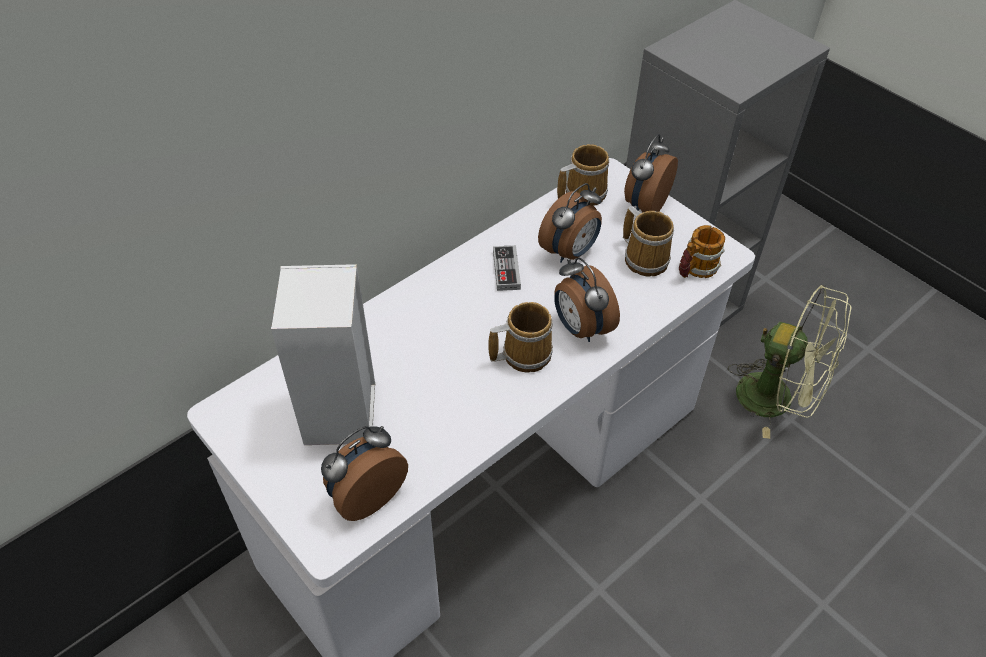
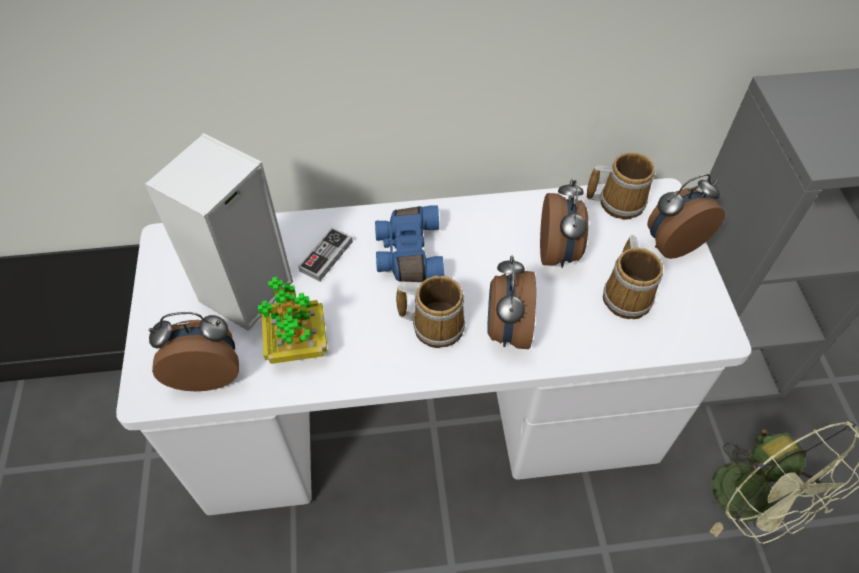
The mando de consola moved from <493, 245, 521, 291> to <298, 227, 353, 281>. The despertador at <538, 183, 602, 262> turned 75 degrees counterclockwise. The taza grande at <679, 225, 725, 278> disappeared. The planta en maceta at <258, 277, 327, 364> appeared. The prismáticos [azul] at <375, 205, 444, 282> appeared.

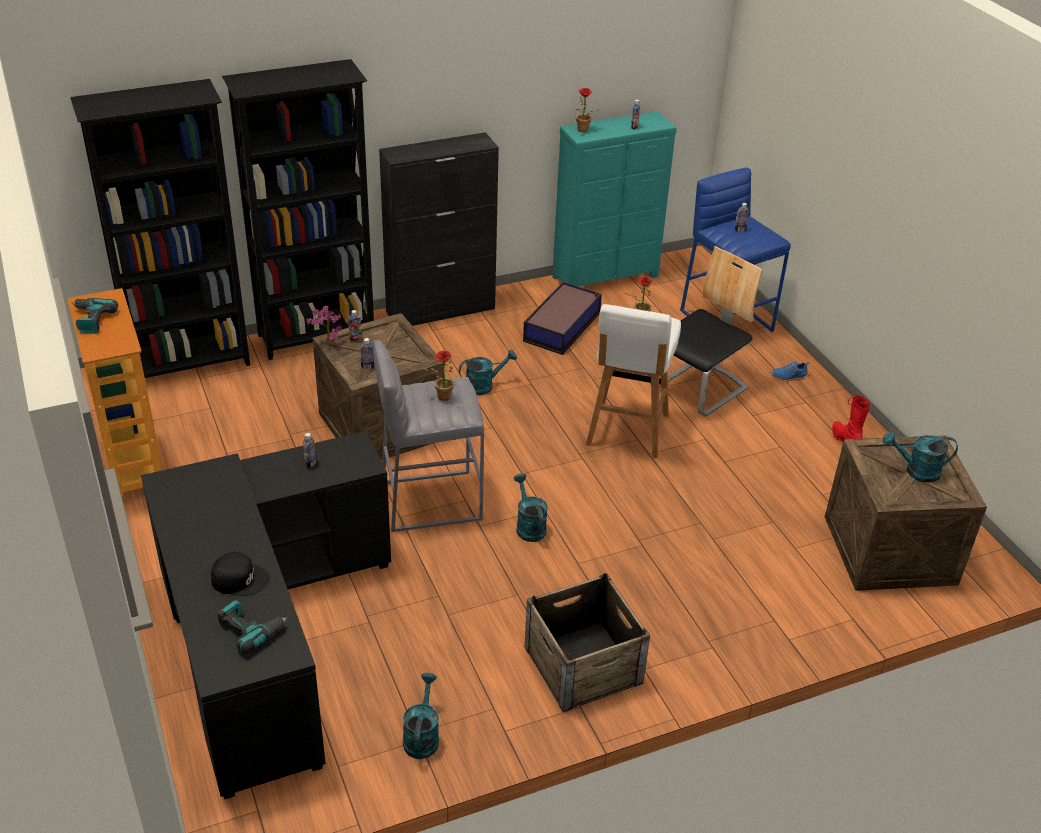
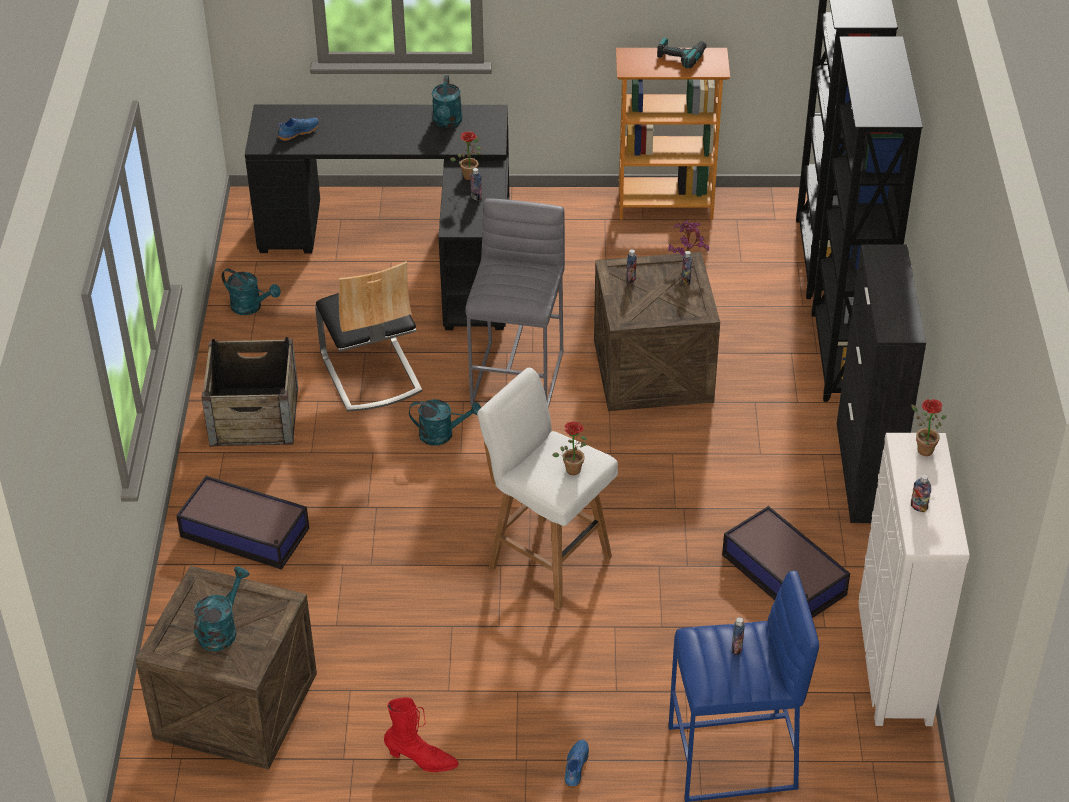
The gorra [negro] at <211, 552, 269, 596> disappeared. The taladro at <218, 600, 287, 654> was replaced by the zapato [azul] at <278, 118, 319, 141>. The planta en maceta moved from <422, 351, 457, 401> to <450, 132, 482, 180>. The regadera [turquesa] moved from <459, 350, 517, 395> to <432, 75, 462, 128>. The cómoda [turquesa] at <552, 111, 677, 287> became the cómoda [blanco] at <858, 433, 970, 726>. The silla moved from <650, 246, 763, 417> to <315, 262, 422, 412>. The caja de almacenaje at <176, 476, 309, 569> appeared.

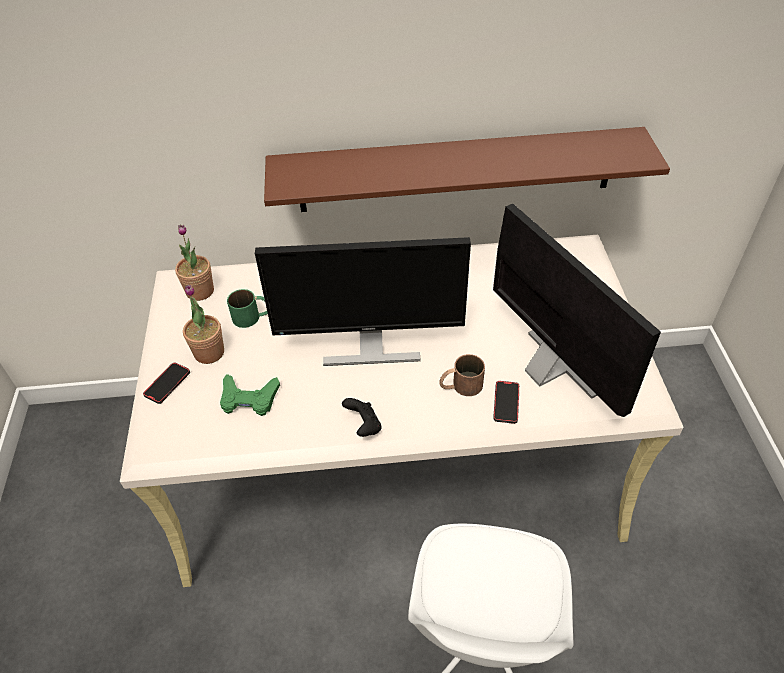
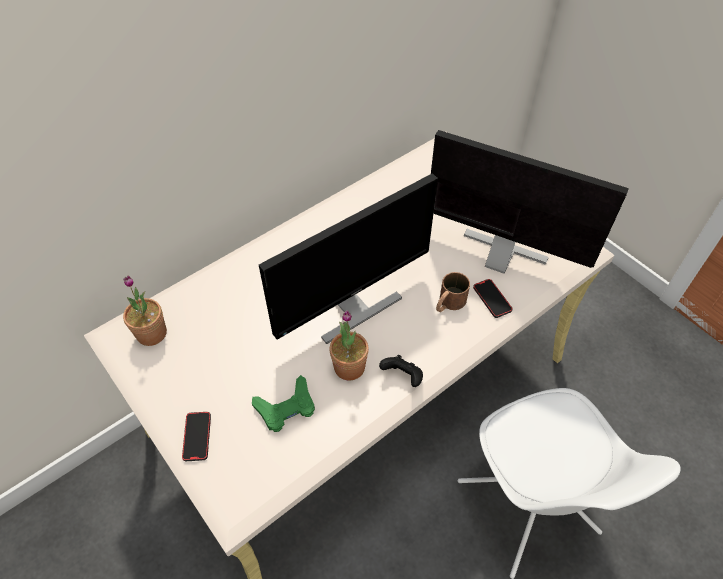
The planta en maceta moved from <183, 285, 224, 364> to <329, 310, 369, 381>. The taza grande [verde] at <227, 289, 268, 328> disappeared. The estante [marrón] at <264, 127, 670, 212> disappeared.

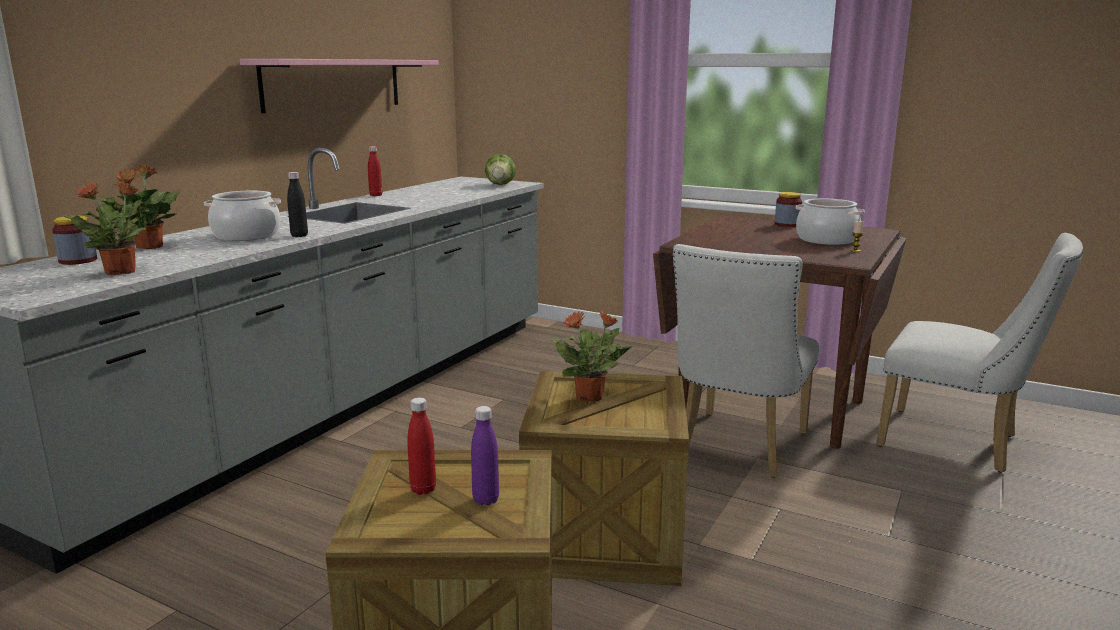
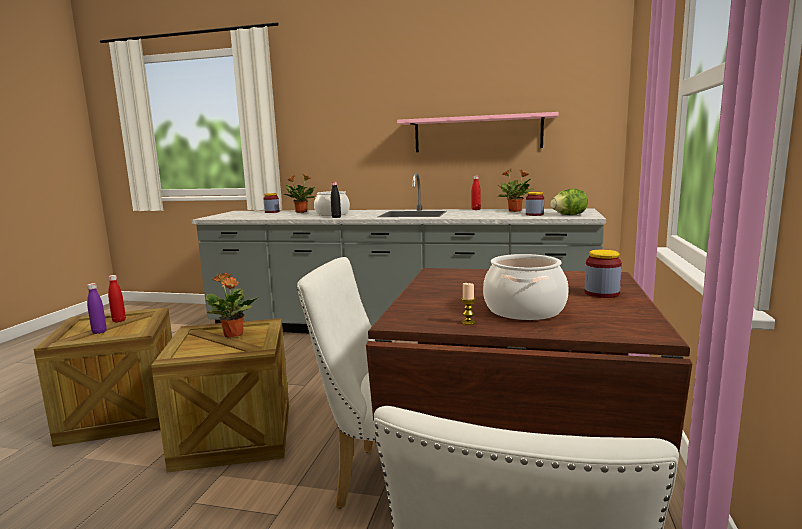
The planta en maceta moved from <63, 181, 158, 275> to <498, 169, 534, 212>. The tarro at <526, 192, 544, 216> appeared.

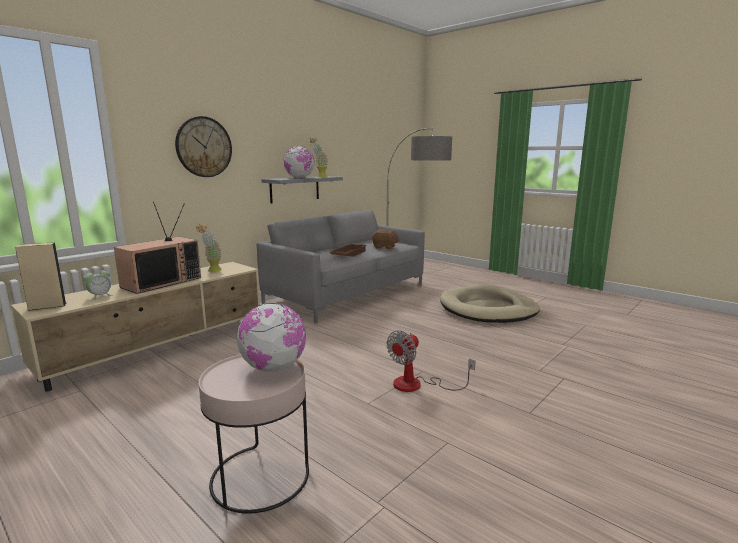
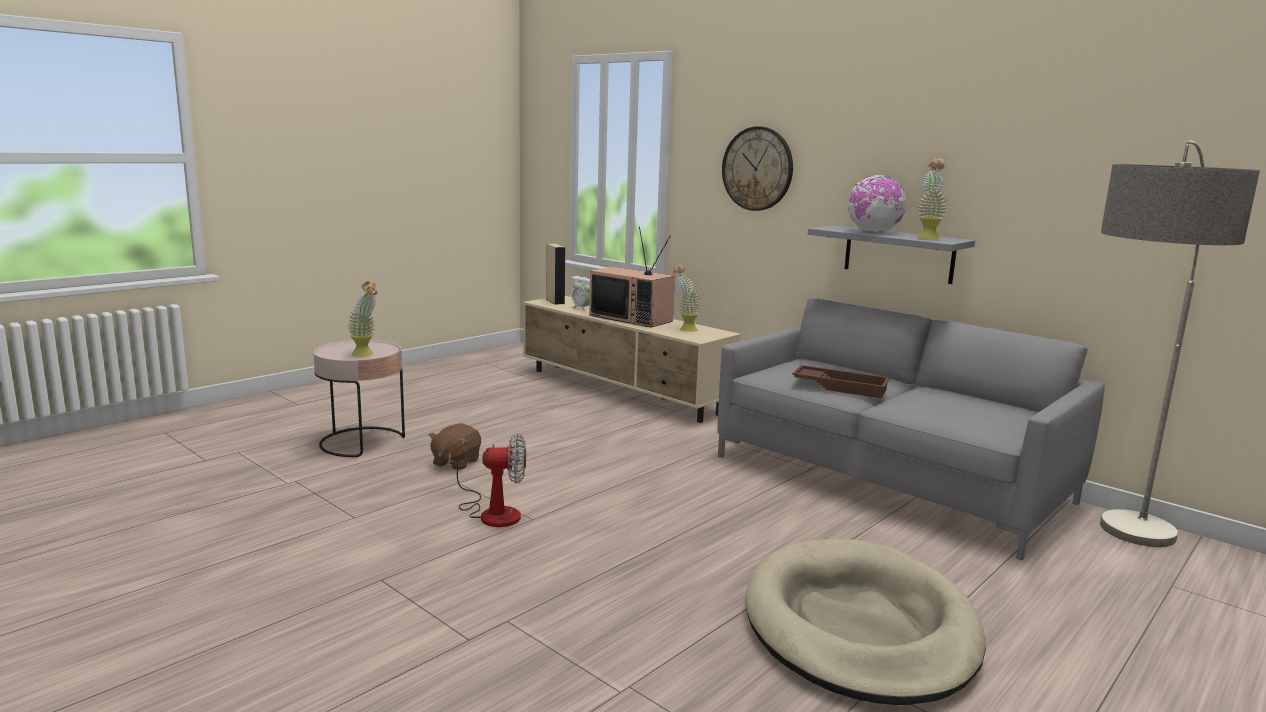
The globo terráqueo at <236, 303, 306, 372> was replaced by the planta en maceta at <347, 281, 377, 357>. The peluche [marrón] moved from <372, 229, 399, 249> to <429, 424, 481, 470>. The ventilador at <387, 330, 475, 392> turned 135 degrees clockwise.

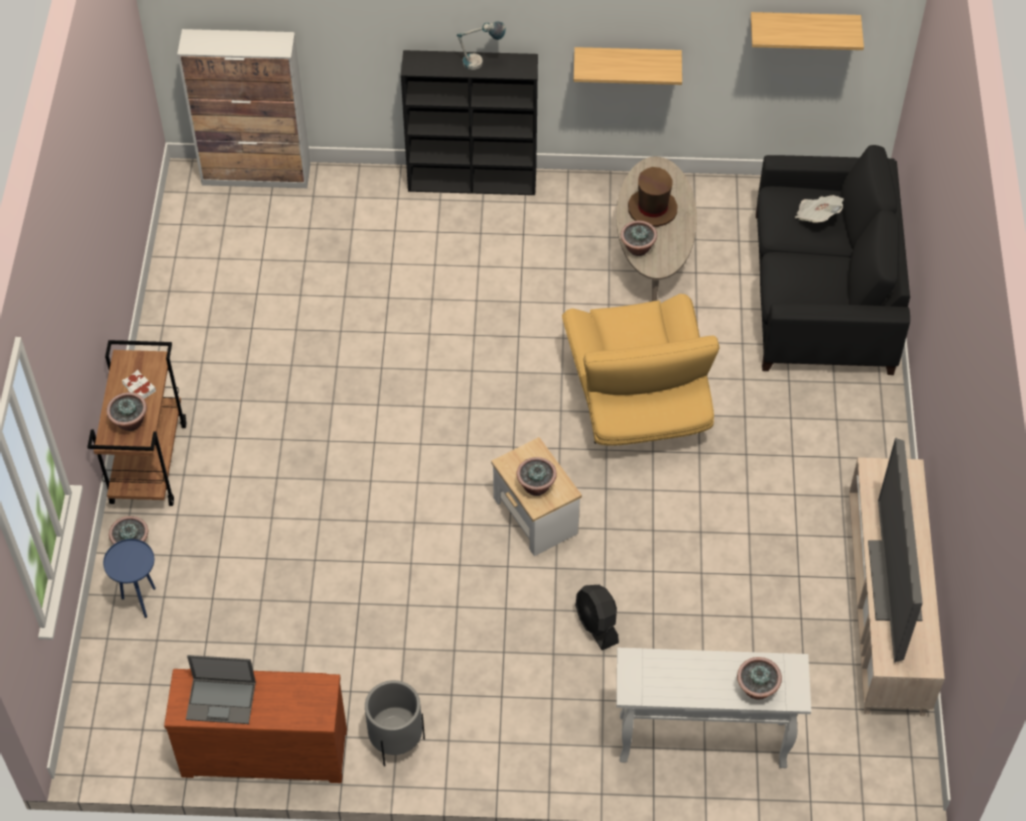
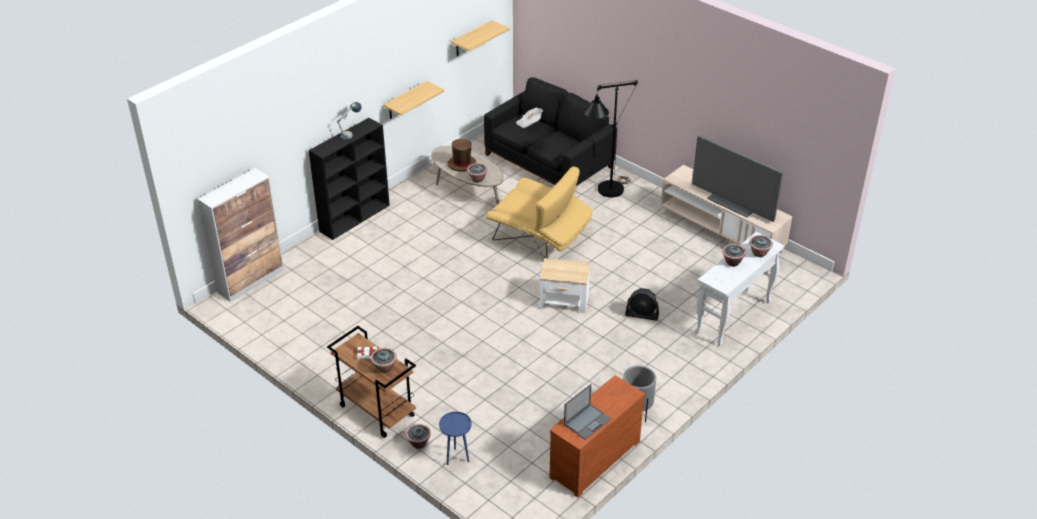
The planta en maceta moved from <517, 457, 557, 496> to <722, 244, 746, 267>. The lámpara de pie [negro] at <583, 80, 638, 197> appeared.

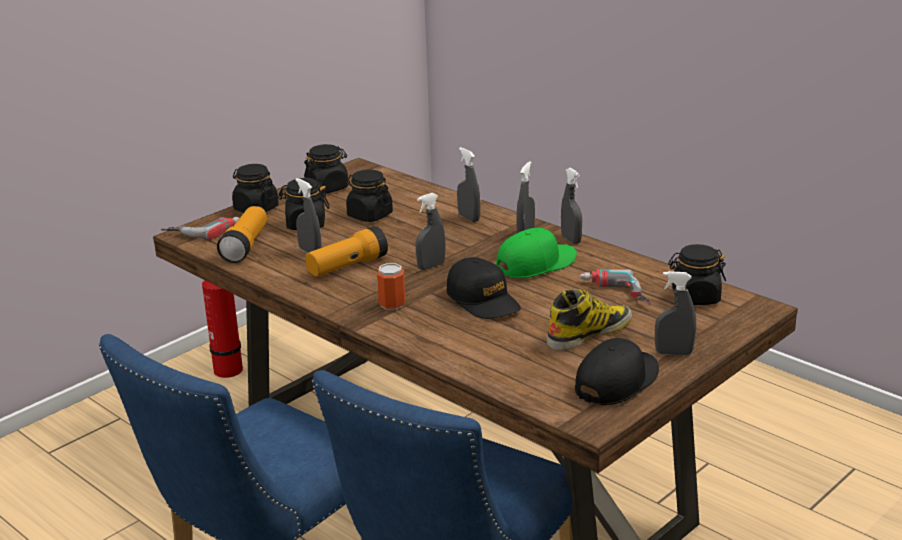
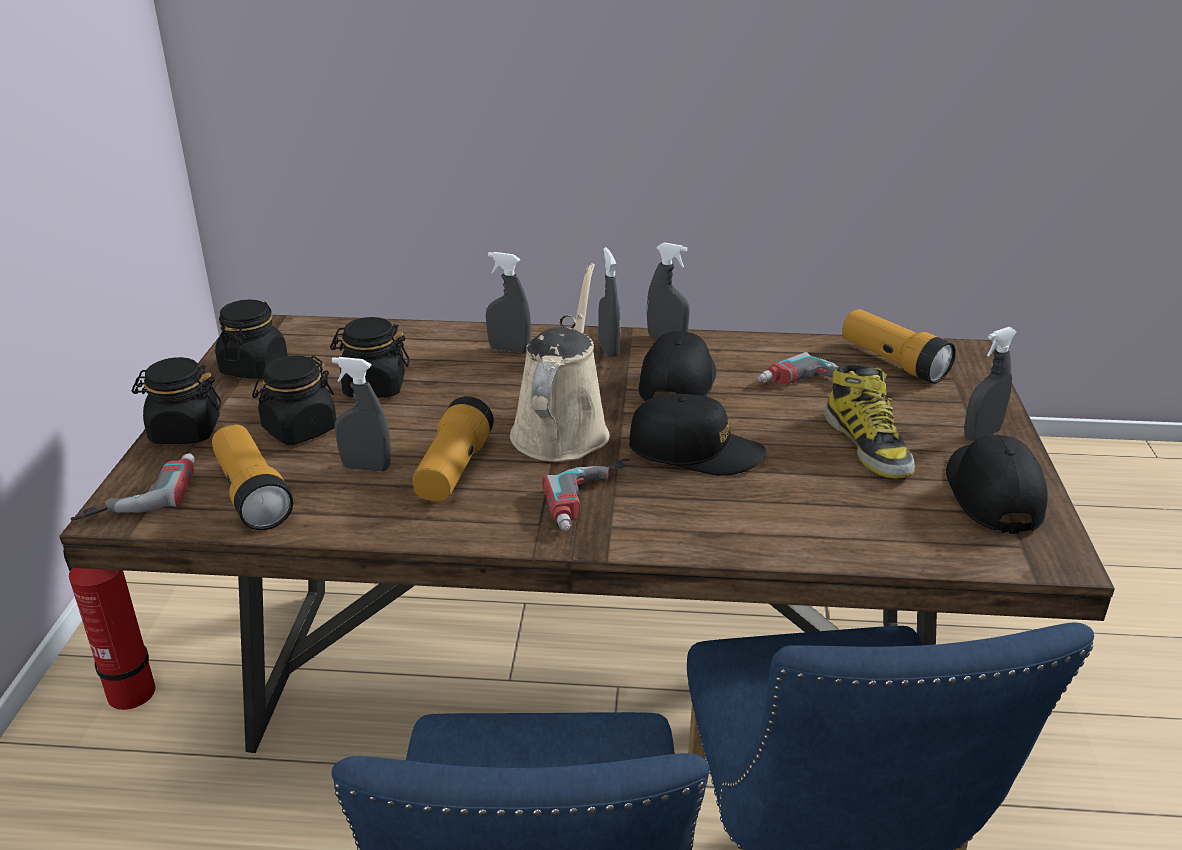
The lata at <377, 263, 405, 310> was replaced by the taladro at <542, 458, 631, 531>. The pulverizador [gris] at <416, 193, 446, 270> was replaced by the regadera [beis] at <510, 263, 610, 462>. The gorra [verde] at <496, 228, 577, 278> became the gorra [negro] at <639, 331, 716, 401>. The bota at <547, 289, 632, 351> turned 150 degrees clockwise. The tarro [negro] at <668, 244, 726, 305> was replaced by the linterna at <842, 309, 956, 384>.

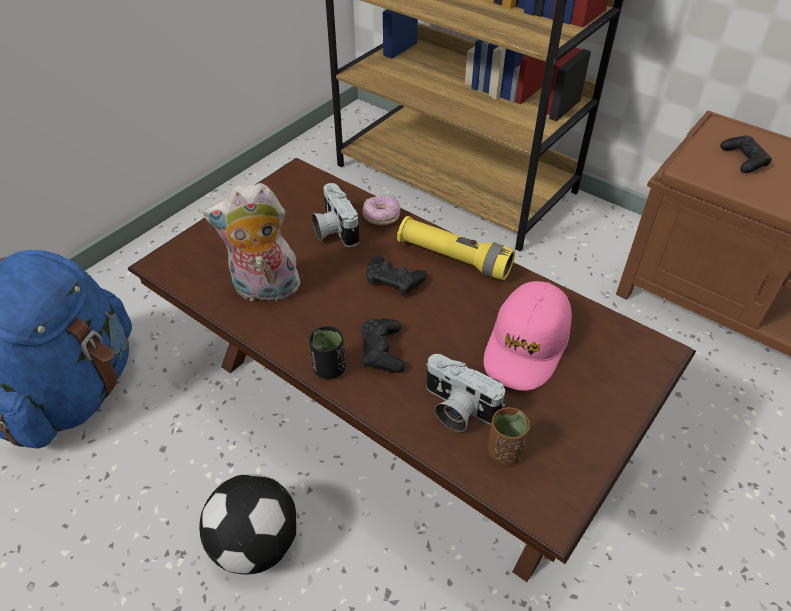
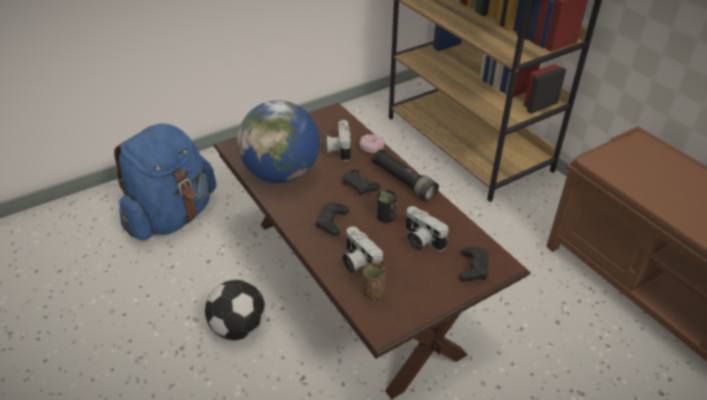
The peluche at <203, 183, 300, 301> was replaced by the globo terráqueo at <237, 100, 320, 183>. The taza [negro] moved from <309, 326, 346, 379> to <377, 190, 397, 223>. The linterna [amarillo] at <397, 216, 515, 280> became the linterna [negro] at <372, 149, 439, 201>. The gorra [rosa] at <484, 281, 572, 391> was replaced by the cámara at <406, 206, 449, 252>. The mando de consola [negro] moved from <720, 135, 772, 173> to <459, 247, 489, 281>.

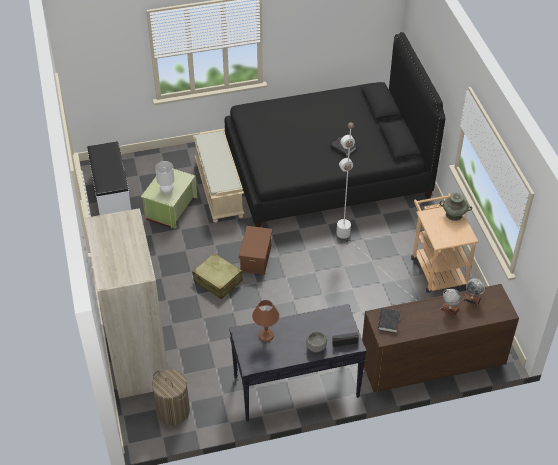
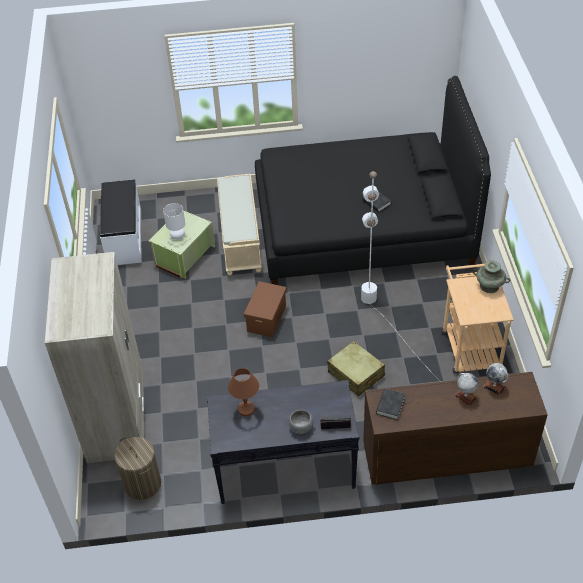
The maleta [beis] moved from <192, 253, 243, 299> to <327, 341, 385, 396>.

